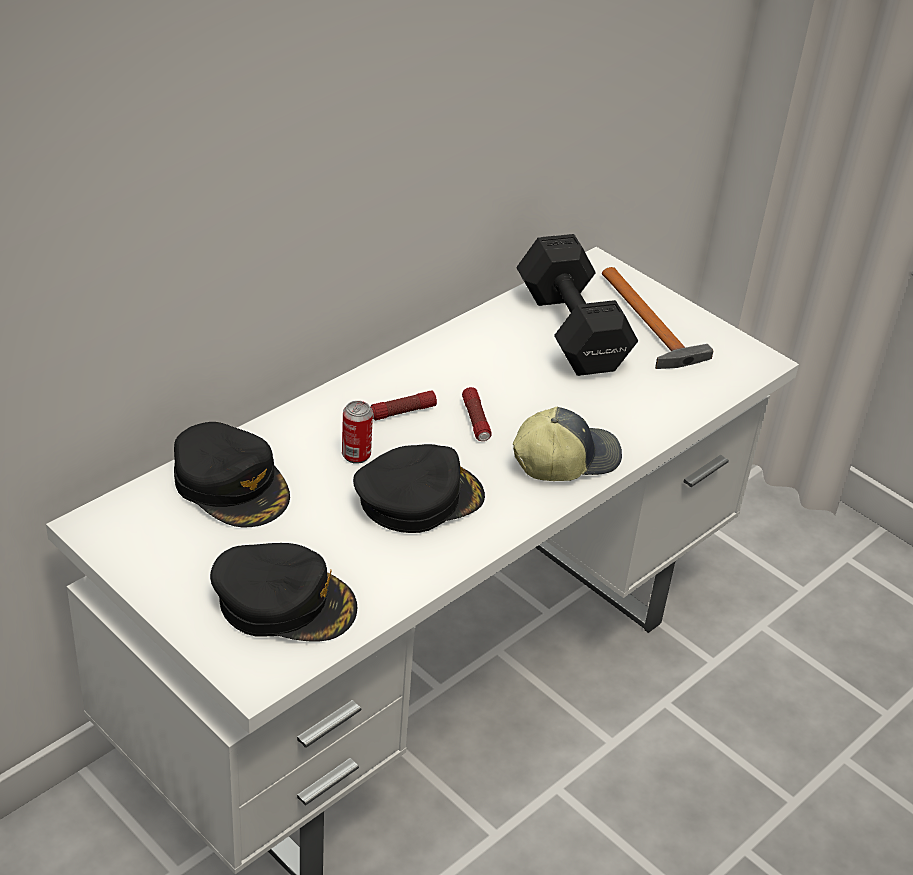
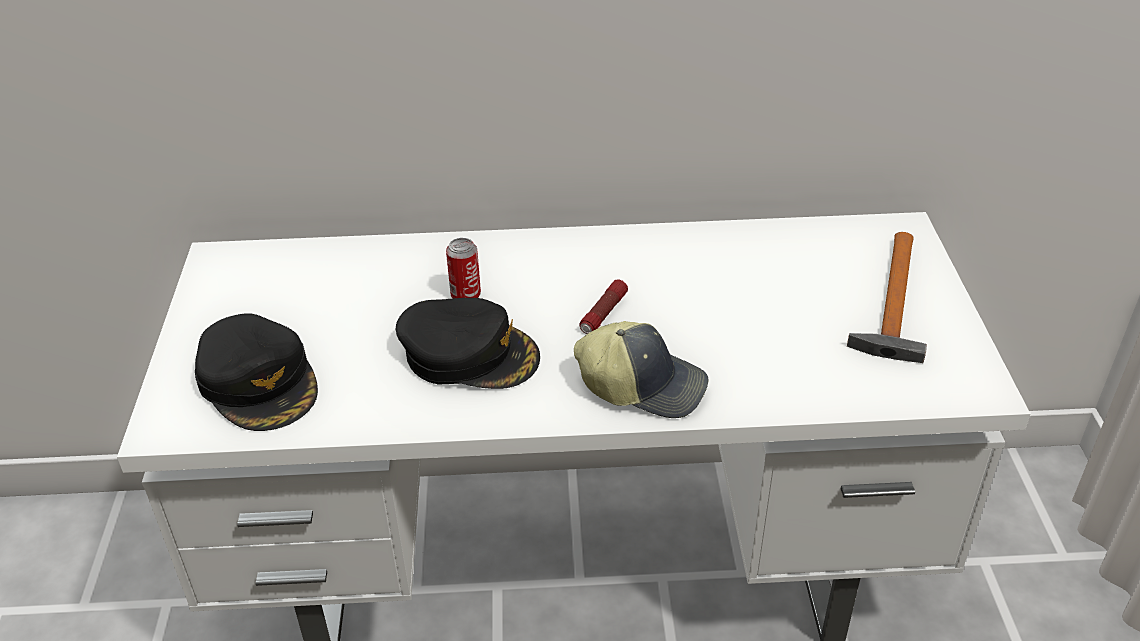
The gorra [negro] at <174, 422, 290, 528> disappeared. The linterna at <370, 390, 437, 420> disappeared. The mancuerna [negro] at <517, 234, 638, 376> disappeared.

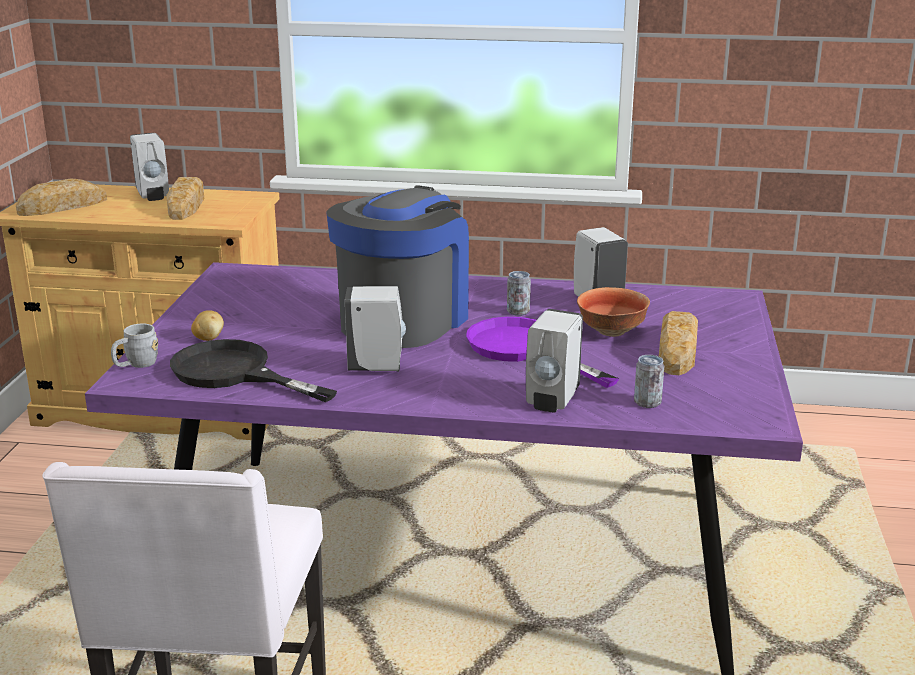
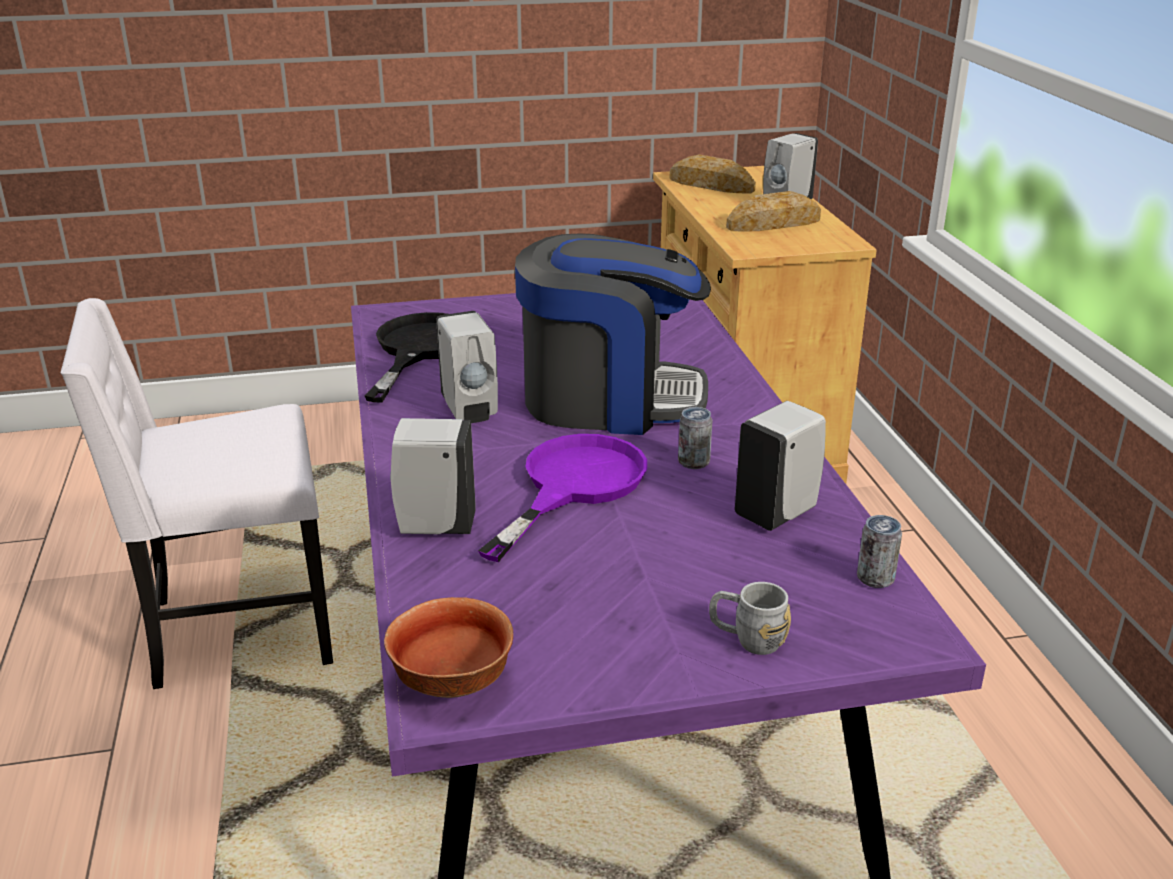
The taza grande [gris] moved from <111, 323, 158, 368> to <709, 582, 791, 655>. The patata at <191, 310, 224, 341> disappeared. The cuenco moved from <577, 287, 650, 337> to <384, 597, 513, 698>. The lata moved from <634, 355, 665, 408> to <857, 515, 902, 588>. The pan at <659, 311, 698, 375> disappeared.

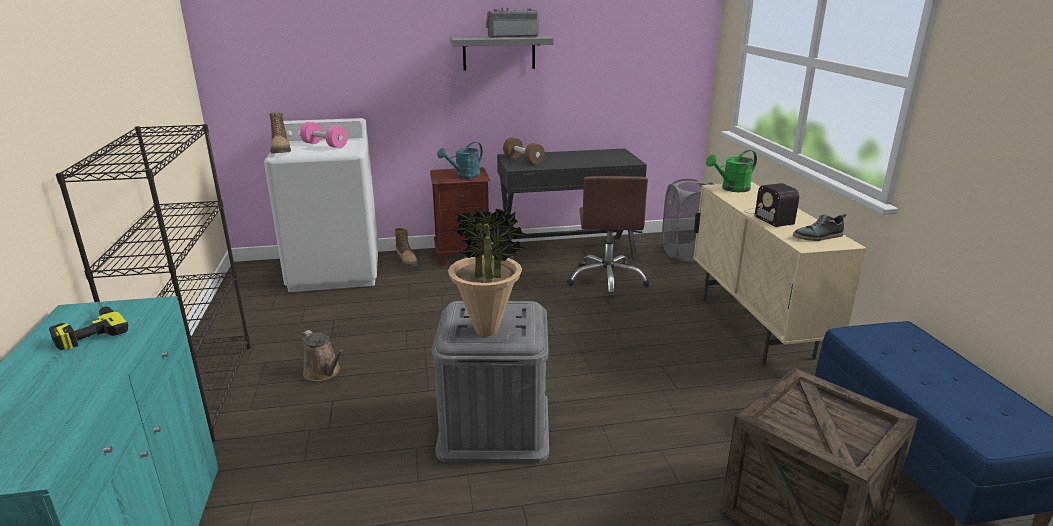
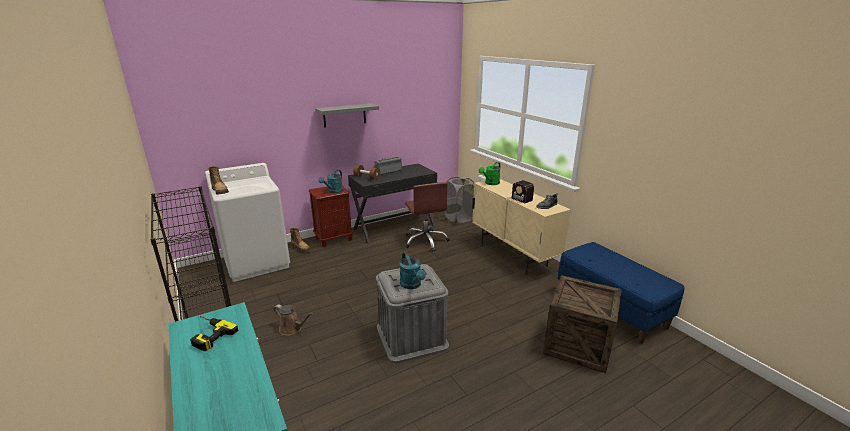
The mancuerna [rosa] at <300, 122, 348, 148> disappeared. The planta en maceta at <448, 209, 525, 336> was replaced by the regadera [turquesa] at <400, 252, 426, 289>. The radio moved from <486, 8, 539, 38> to <373, 156, 402, 175>.

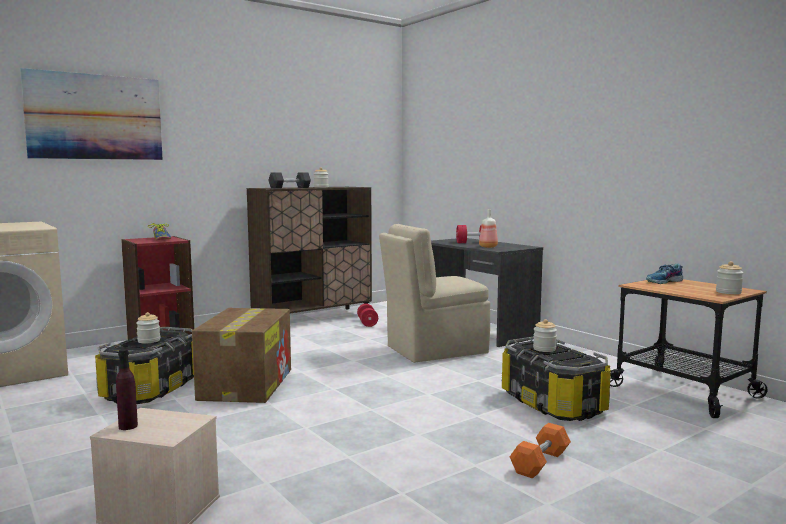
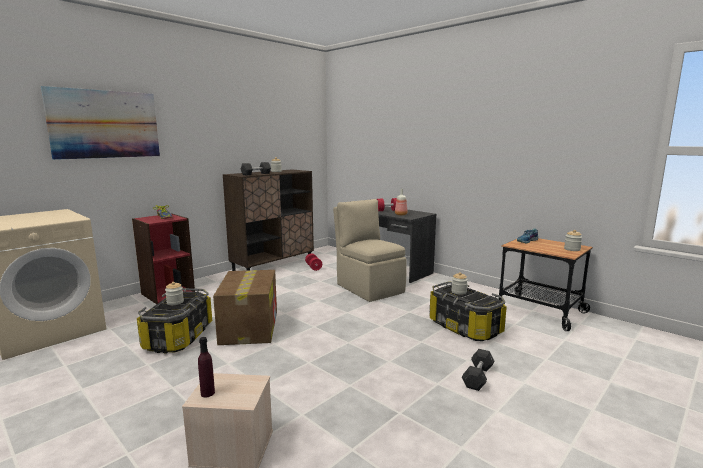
The silla [beis] at <379, 224, 490, 363> turned 90 degrees clockwise. The mancuerna [naranja] at <510, 423, 571, 479> became the mancuerna [gris] at <462, 349, 494, 391>.

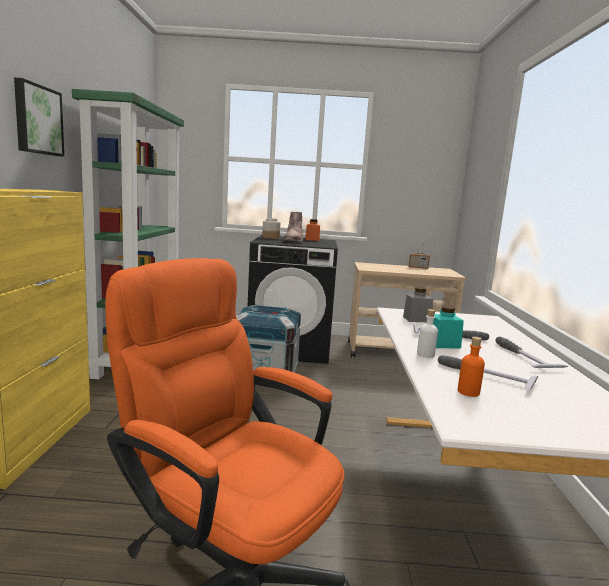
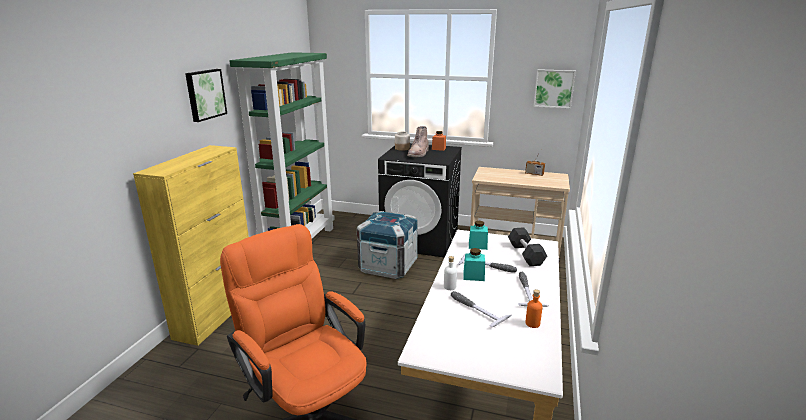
The tarro [gris] at <403, 287, 433, 322> became the tarro [turquesa] at <469, 221, 488, 250>. The botella [naranja] moved from <458, 337, 485, 397> to <525, 289, 543, 328>. The mancuerna [negro] at <508, 227, 547, 266> appeared. The cuadro at <533, 69, 576, 108> appeared.

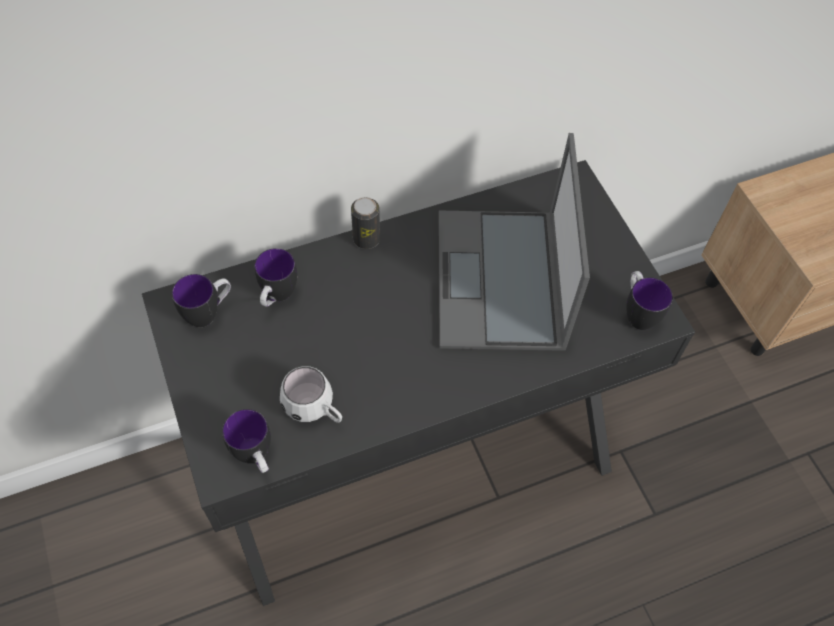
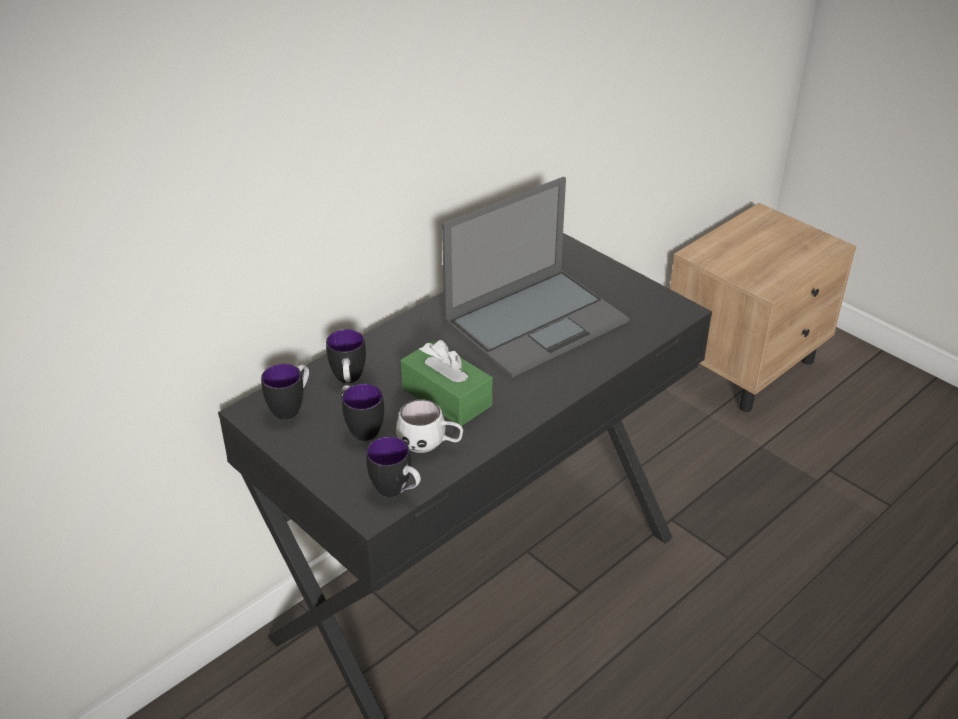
The lata at <351, 197, 380, 249> disappeared. The portátil at <439, 133, 590, 351> turned 105 degrees counterclockwise. The taza grande moved from <626, 271, 673, 330> to <341, 384, 384, 441>. The caja de pañuelos [verde] at <401, 340, 492, 426> appeared.

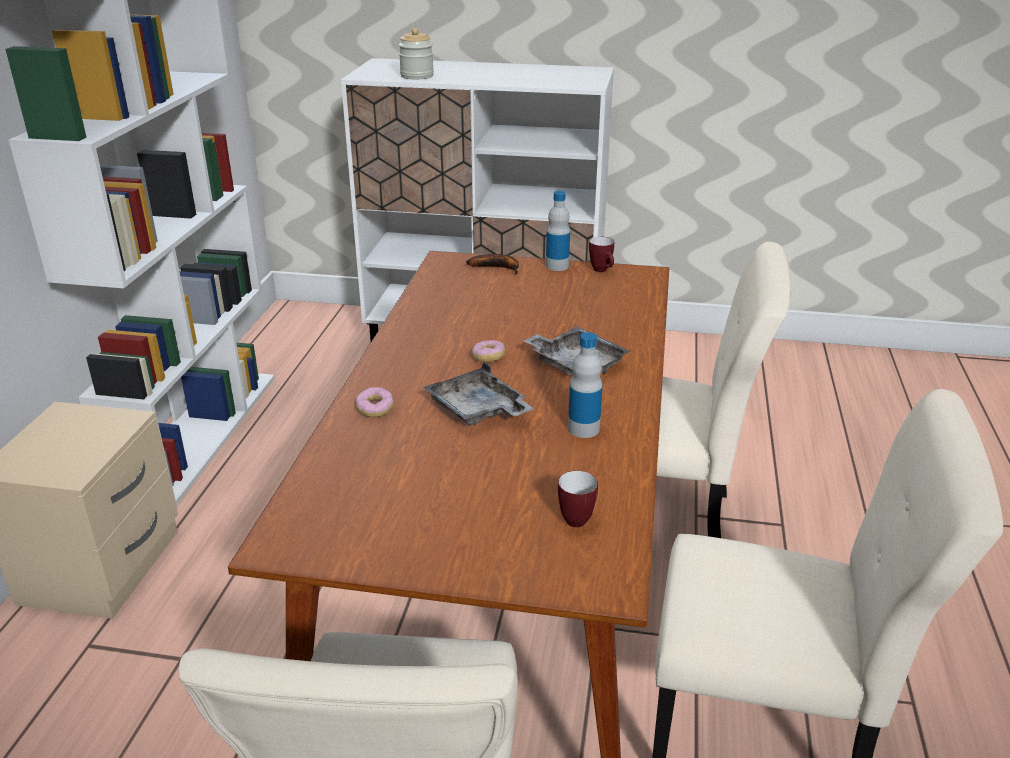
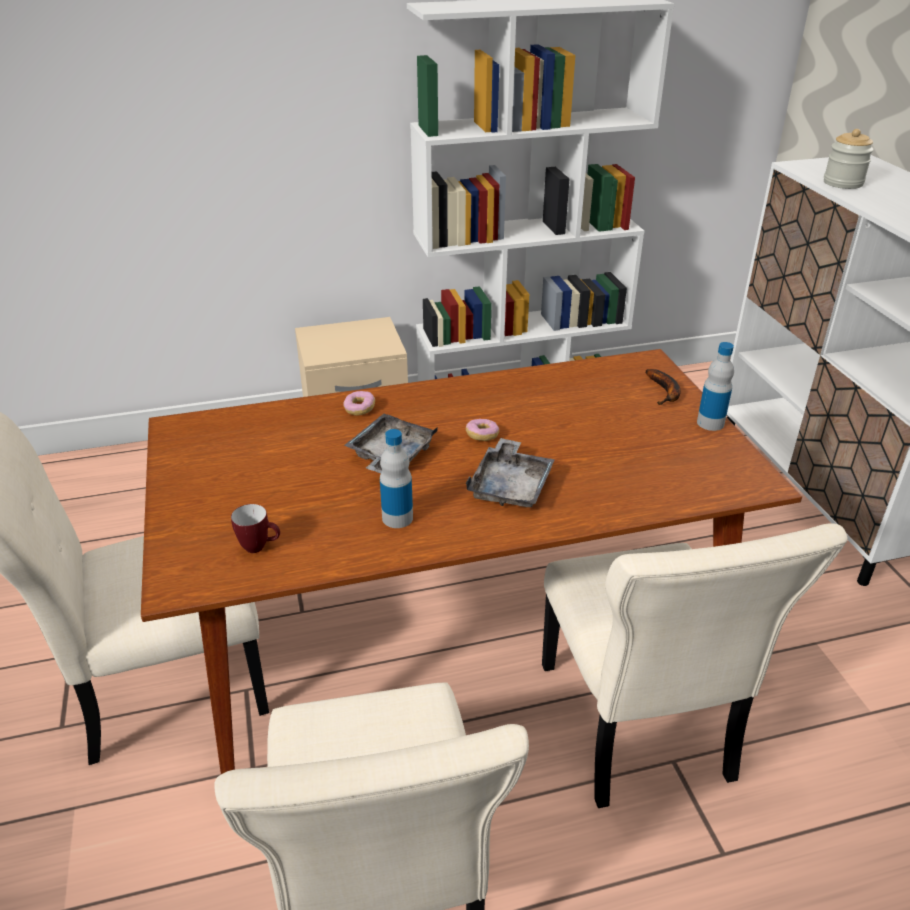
The taza grande at <589, 236, 614, 272> disappeared.

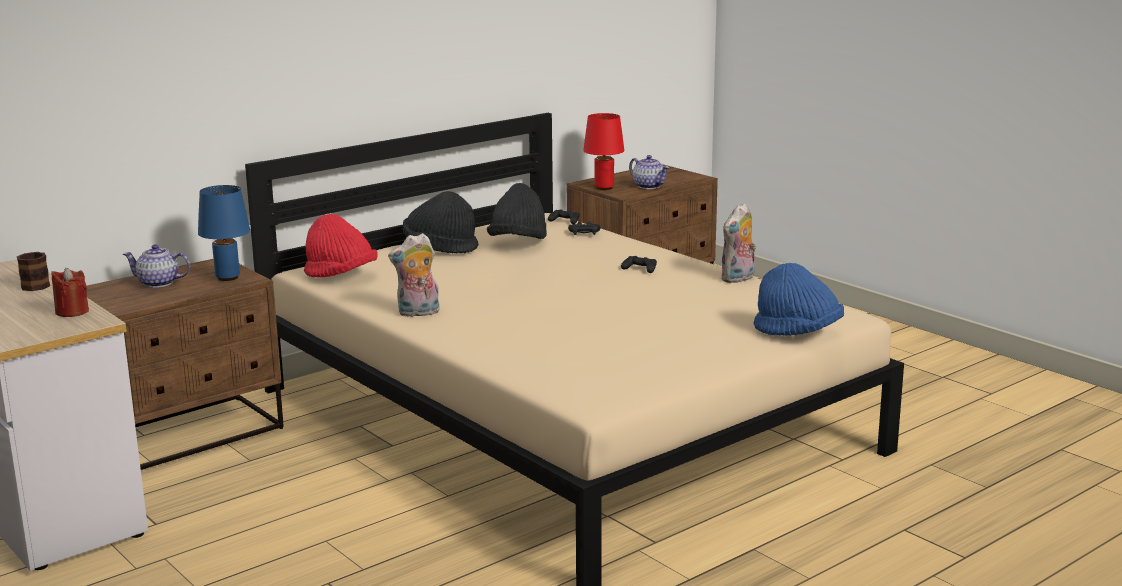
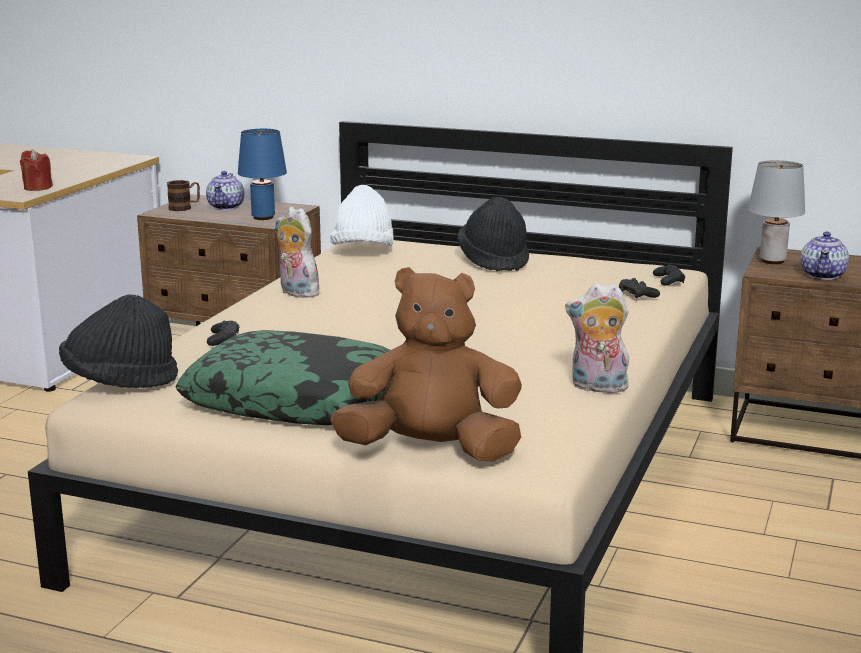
The taza grande moved from <17, 252, 50, 291> to <167, 180, 200, 211>. The tetera at <123, 244, 190, 288> turned 150 degrees counterclockwise. The sombrero [rojo] at <304, 214, 378, 277> became the sombrero [blanco] at <330, 185, 394, 246>. The sombrero [negro] moved from <487, 183, 547, 239> to <59, 294, 178, 388>. The lámpara de mesa [rojo] at <583, 113, 624, 190> became the lámpara de mesa [gris] at <748, 160, 805, 264>. The mando de consola [negro] moved from <621, 256, 657, 273> to <207, 321, 239, 346>. The sombrero [azul] at <754, 263, 844, 336> was replaced by the peluche [marrón] at <330, 267, 522, 462>. The cojín at <176, 330, 390, 425> appeared.

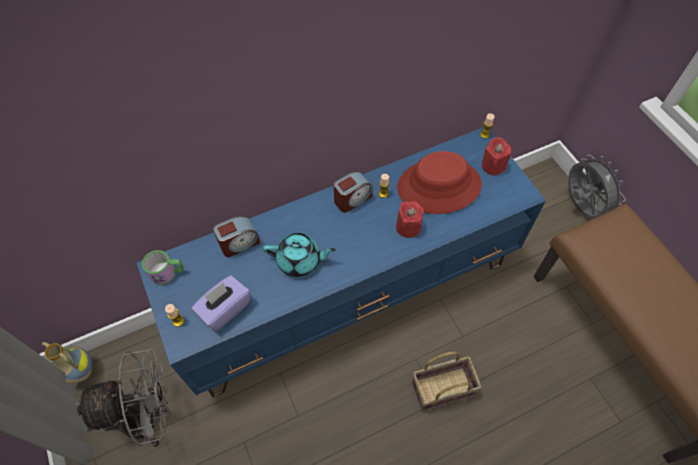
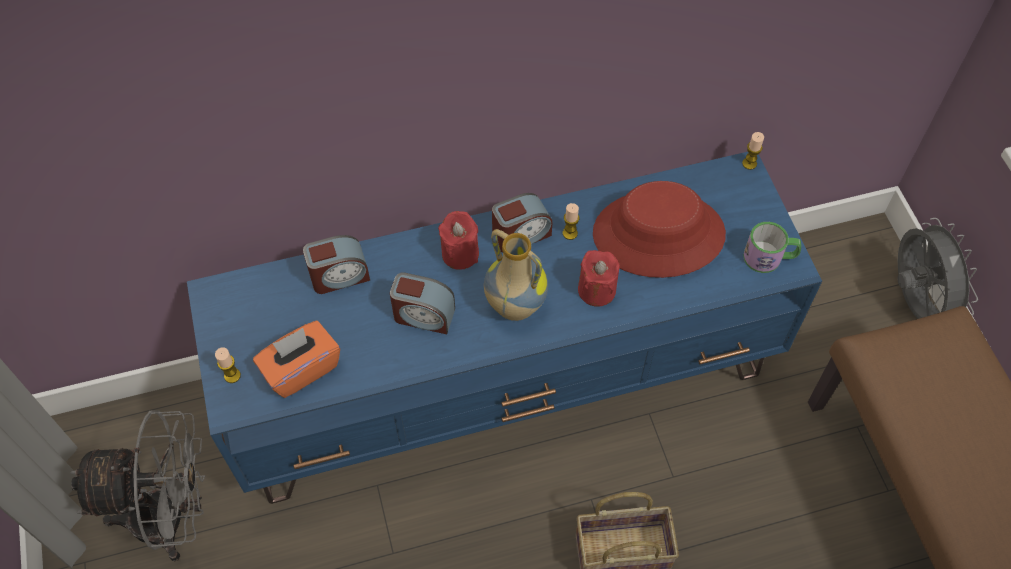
The florero moved from <42, 342, 92, 384> to <484, 229, 548, 321>. The taza grande moved from <142, 250, 184, 285> to <743, 222, 801, 273>. The caja de pañuelos [morado] at <192, 275, 250, 331> became the caja de pañuelos [naranja] at <253, 321, 340, 398>. The tetera [turquesa] at <263, 233, 336, 277> was replaced by the despertador at <390, 272, 455, 334>. The vela [rojo] moved from <482, 137, 511, 175> to <438, 211, 479, 270>.

